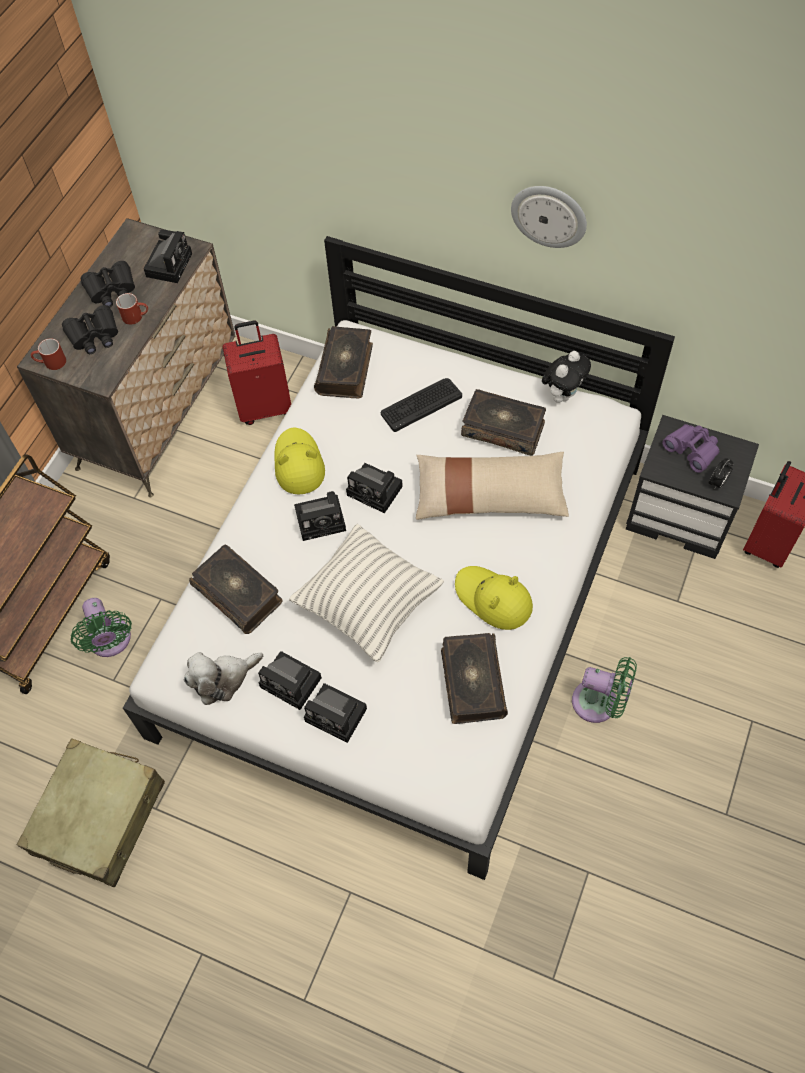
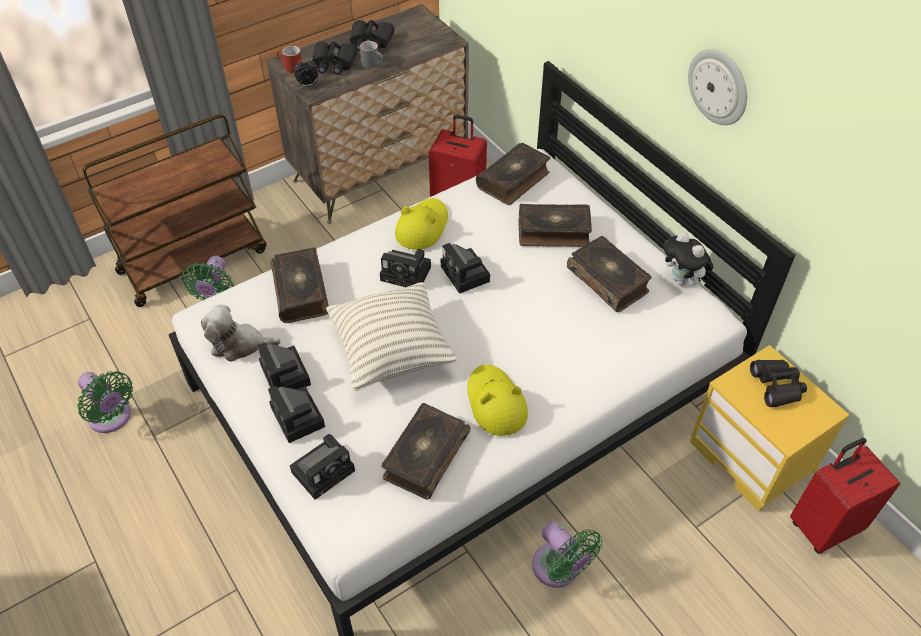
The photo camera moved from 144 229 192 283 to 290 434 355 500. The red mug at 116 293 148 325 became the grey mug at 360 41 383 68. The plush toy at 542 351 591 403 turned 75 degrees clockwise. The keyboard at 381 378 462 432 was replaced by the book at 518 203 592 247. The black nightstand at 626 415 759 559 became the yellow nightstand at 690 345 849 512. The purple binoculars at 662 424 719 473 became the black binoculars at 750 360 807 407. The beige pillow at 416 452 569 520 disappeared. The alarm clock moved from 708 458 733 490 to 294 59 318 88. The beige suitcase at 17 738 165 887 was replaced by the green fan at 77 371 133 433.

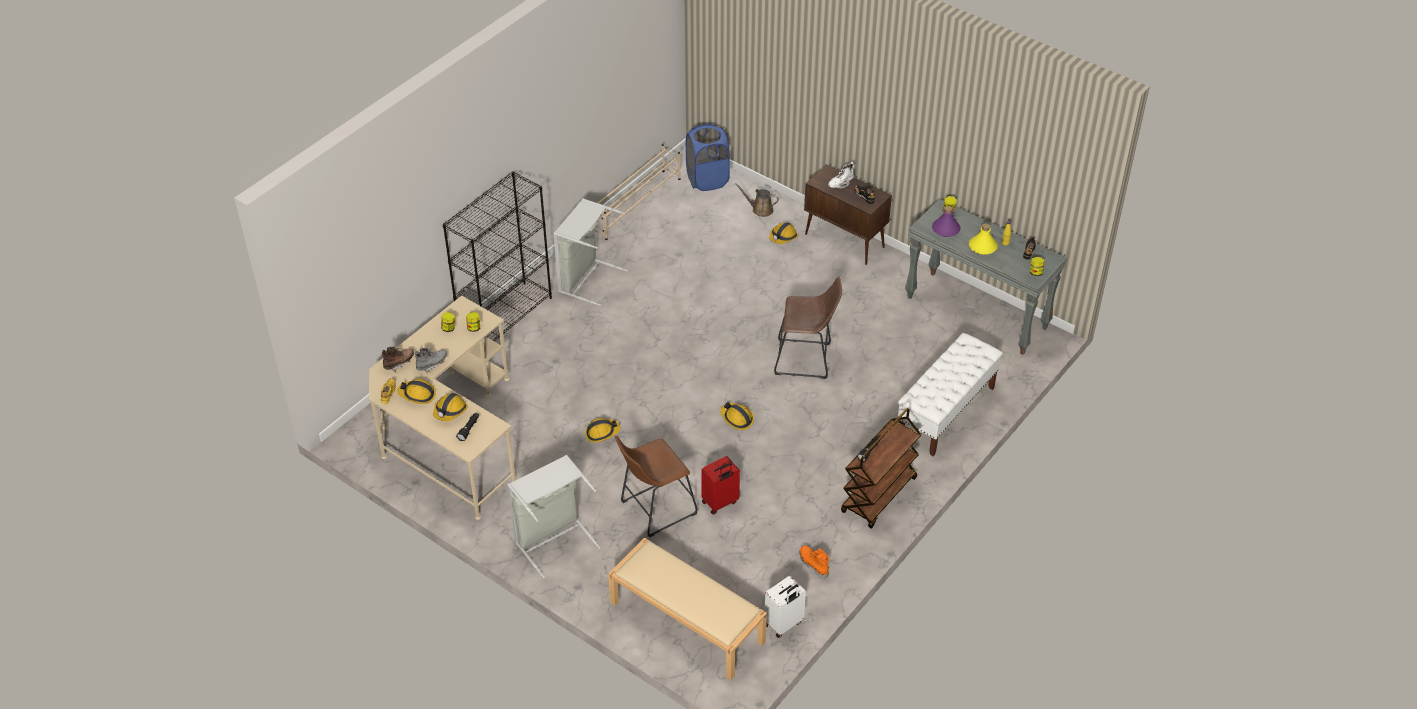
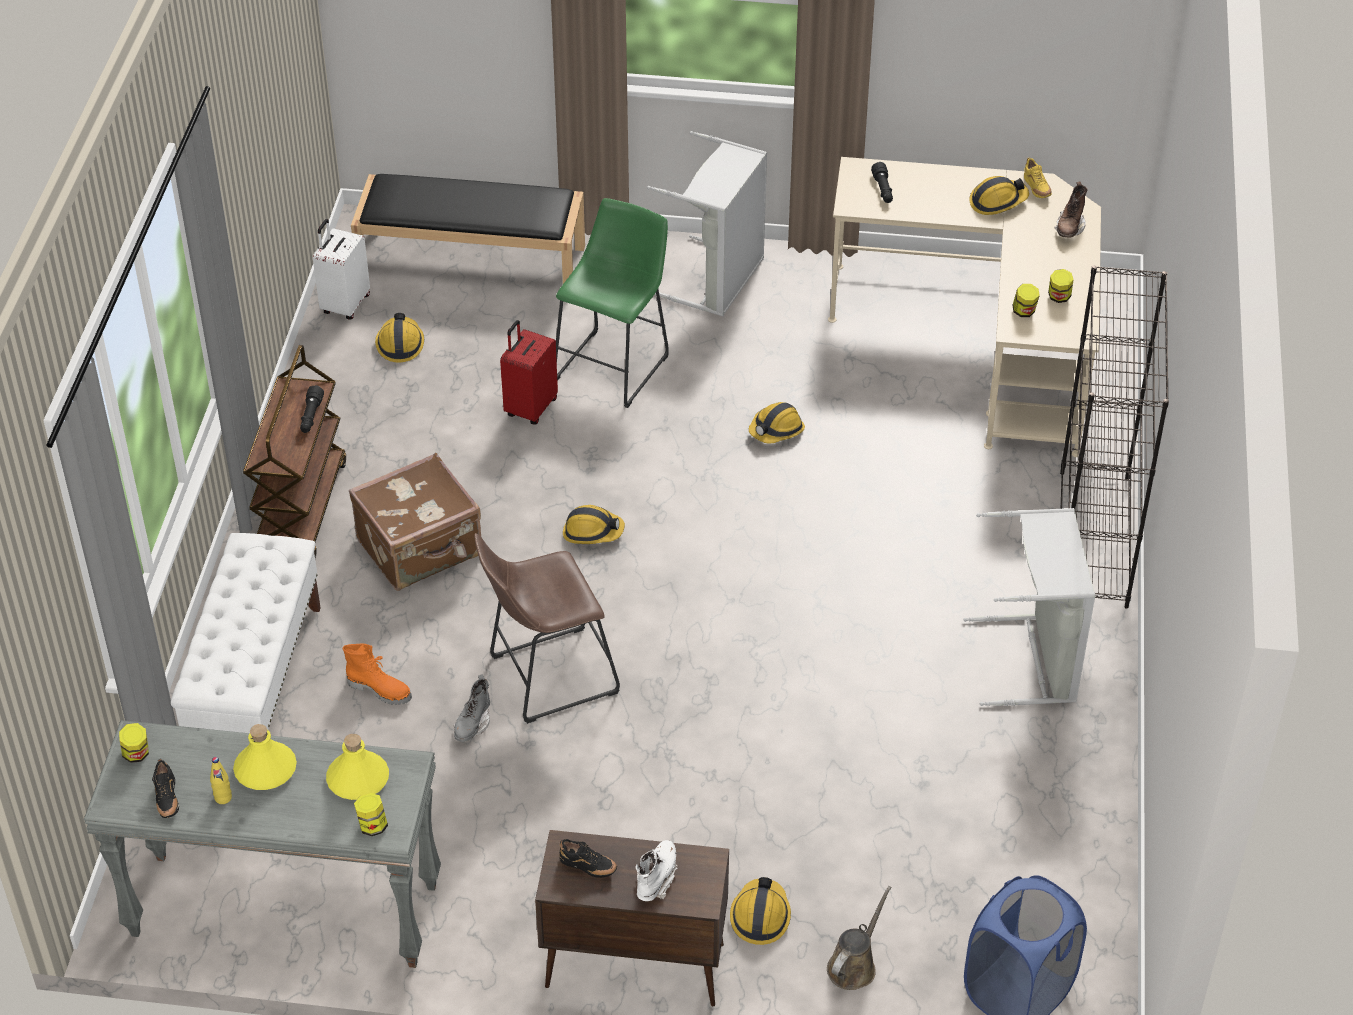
The beige shoe rack at 594 144 681 240 disappeared. The brown watering can at 735 183 779 217 turned 45 degrees counterclockwise. The purple bottle at 932 206 961 237 became the yellow bottle at 326 734 389 800. The grey boot moved from 415 348 447 373 to 453 674 490 742. The hard hat moved from 433 393 468 422 to 375 313 424 362. The brown stool at 615 436 697 537 became the green stool at 556 198 669 408. The beige bench at 608 537 767 680 became the black bench at 351 174 585 284. The orange boot moved from 800 545 829 579 to 343 644 412 705. The brown suitcase at 349 453 481 591 appeared.

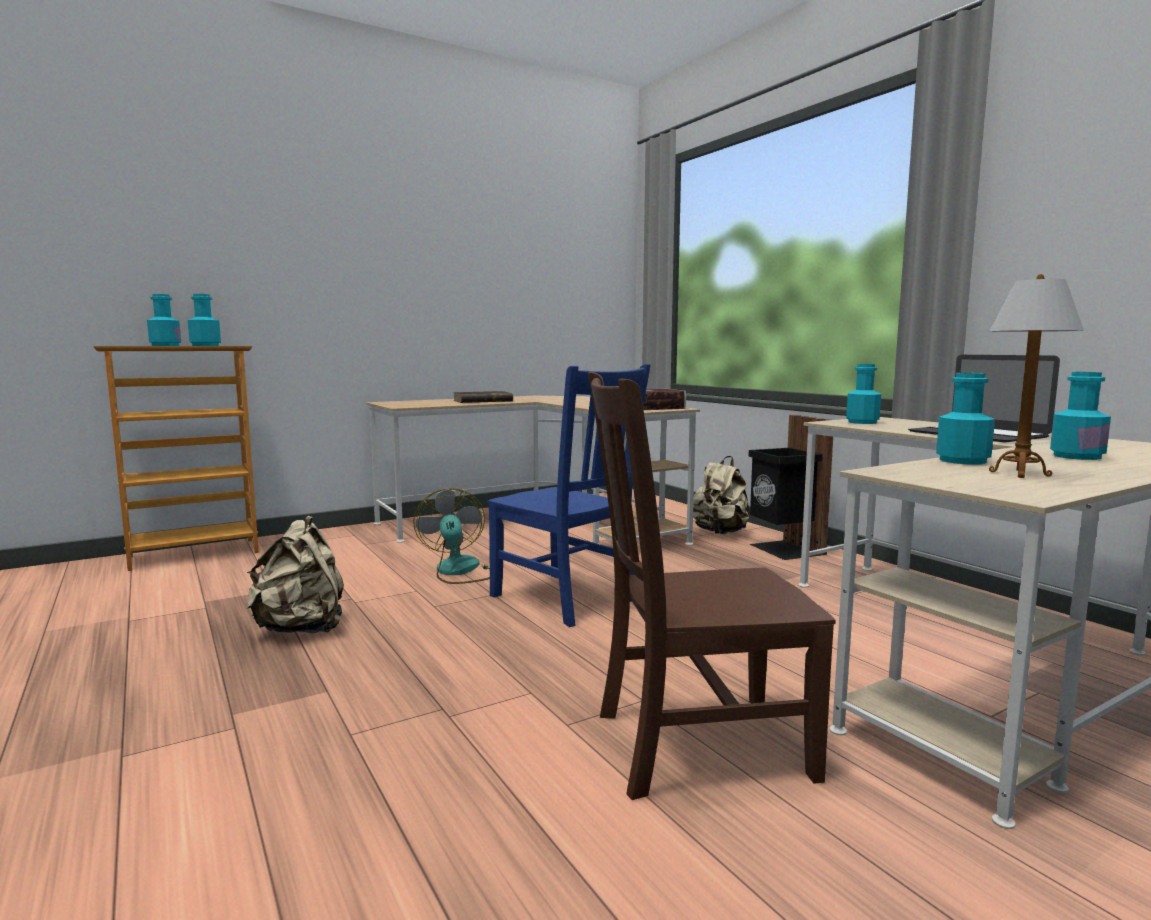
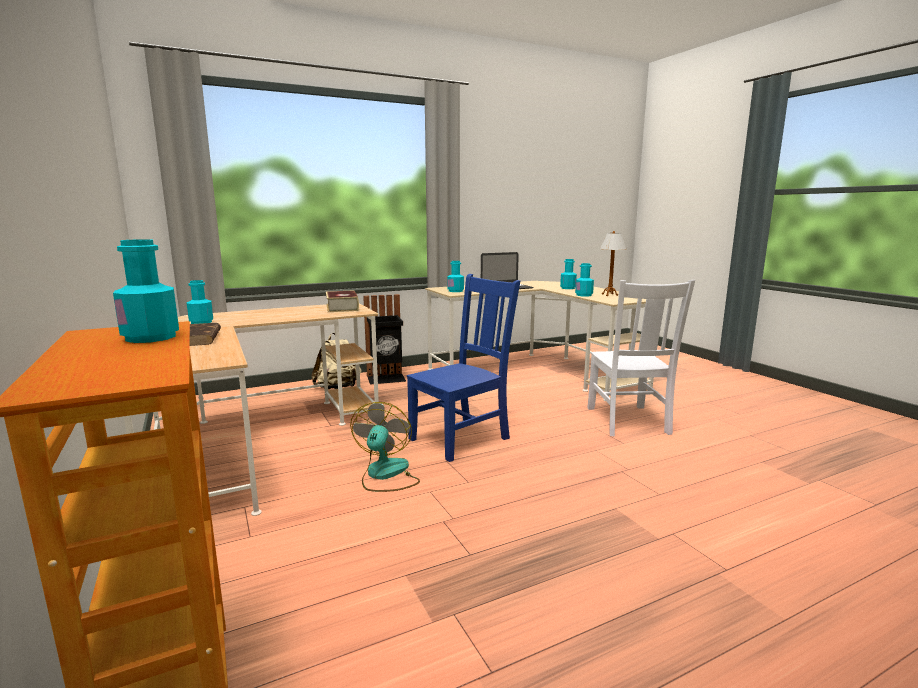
The turquoise bottle moved from 147 294 181 346 to 187 280 213 324. The brown chair at 588 372 836 800 became the white chair at 587 280 695 436. The fan at 413 488 490 584 turned 105 degrees clockwise. The beige backpack at 247 516 344 633 disappeared.

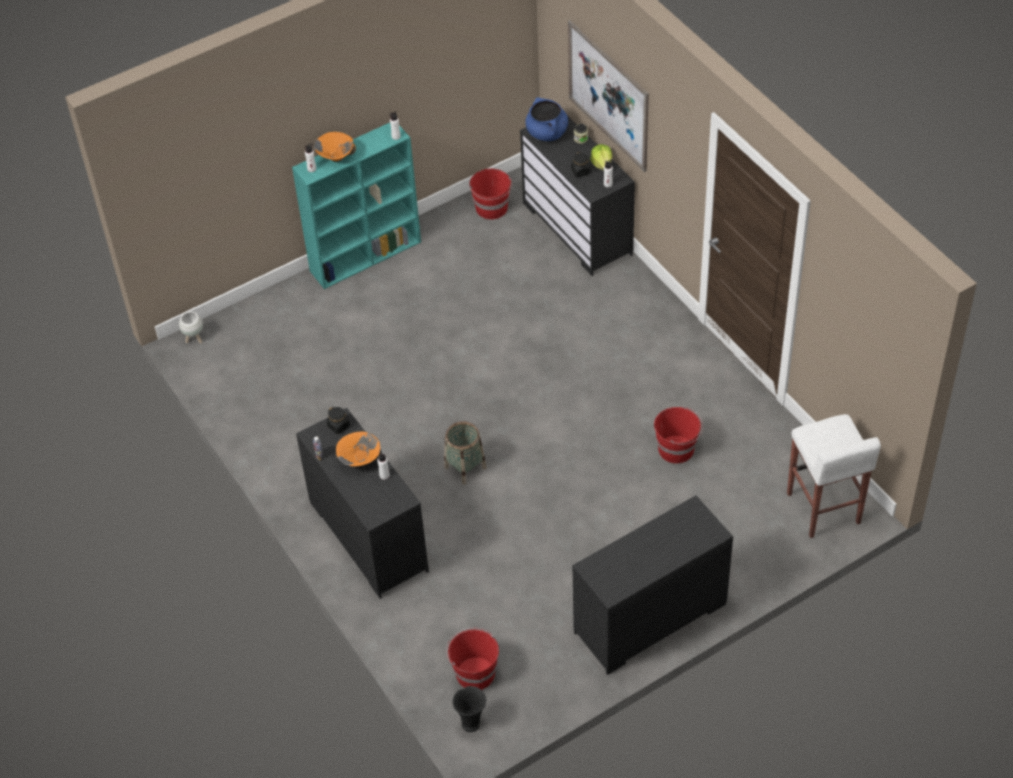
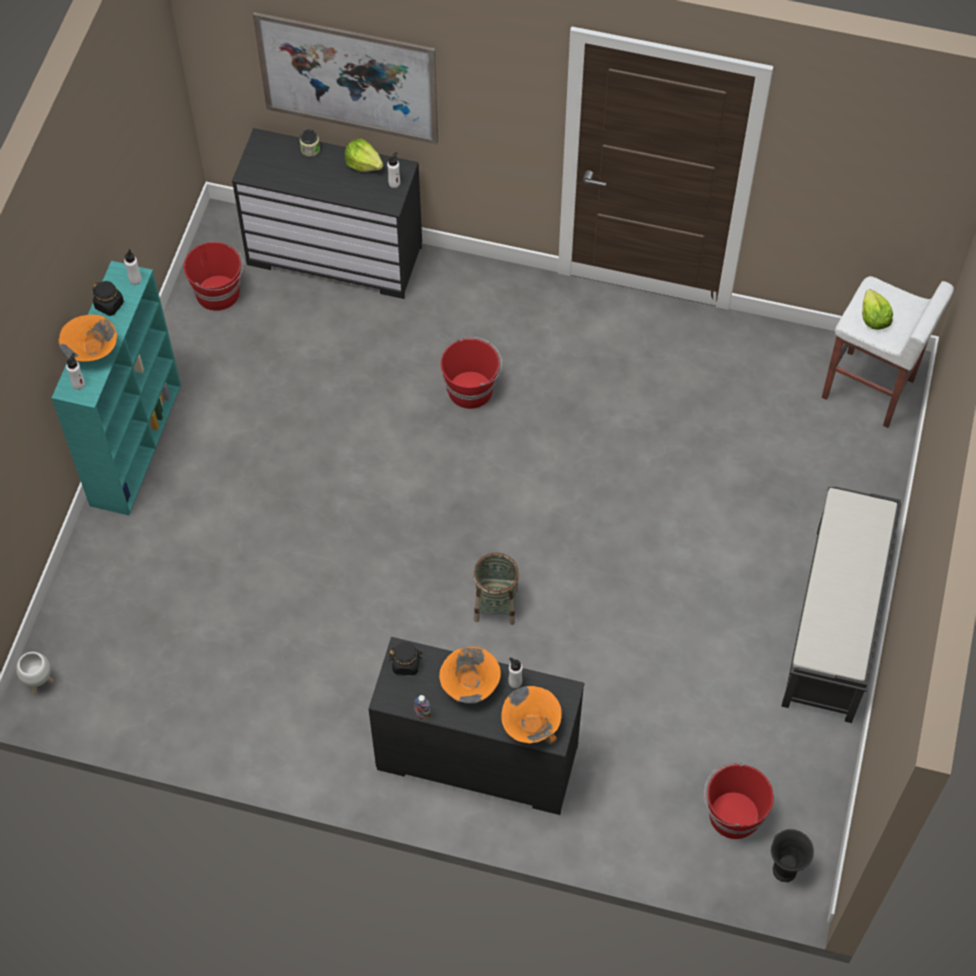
The blue cooking pot at 525 97 568 141 disappeared. The black jar moved from 571 152 591 177 to 93 281 124 316. The red bucket moved from 654 406 703 463 to 441 337 502 409. The black dresser at 572 496 733 675 was replaced by the black bench at 782 487 901 723. The lettuce at 862 289 893 330 appeared. The orange bowl at 501 686 562 744 appeared.

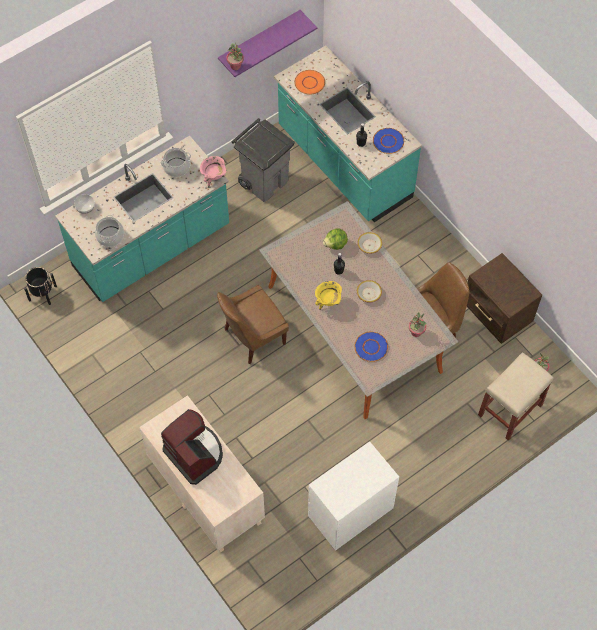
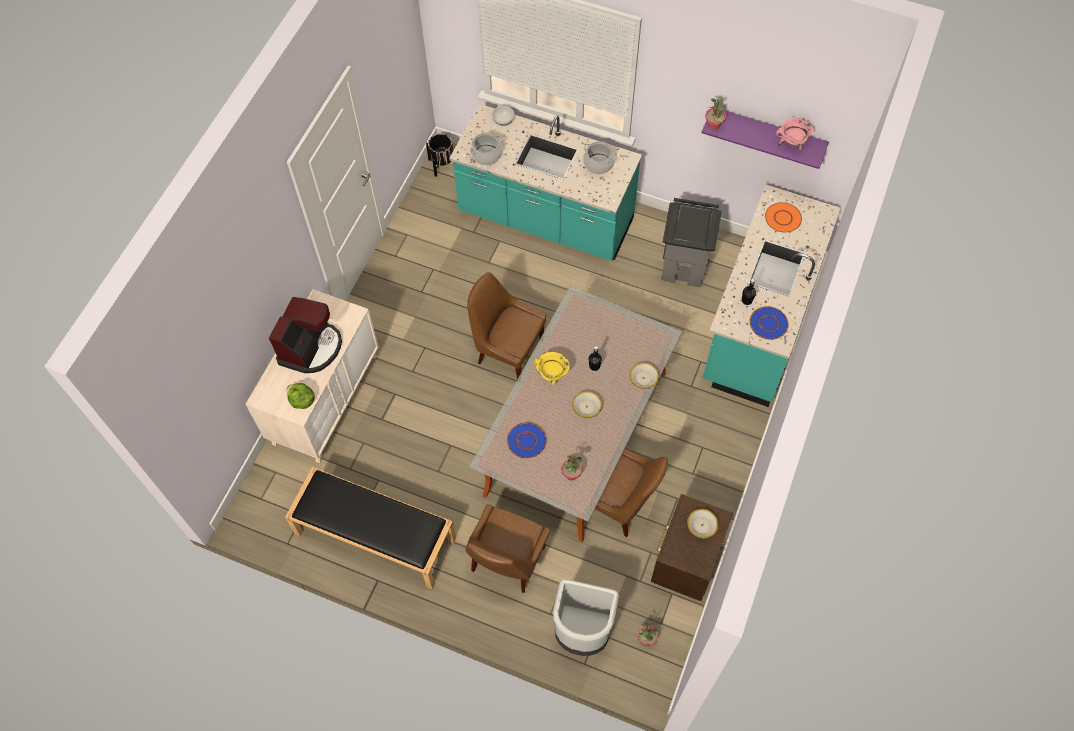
The pink cooking pot moved from 200 156 227 187 to 776 118 814 150. The lettuce moved from 323 228 348 250 to 287 383 315 409. The beige stool at 478 352 553 441 was replaced by the grey trash can at 553 579 619 656. The white dresser at 308 441 399 551 was replaced by the black bench at 285 467 456 589. The brown chair at 466 504 550 593 appeared. The bowl at 687 509 719 538 appeared.

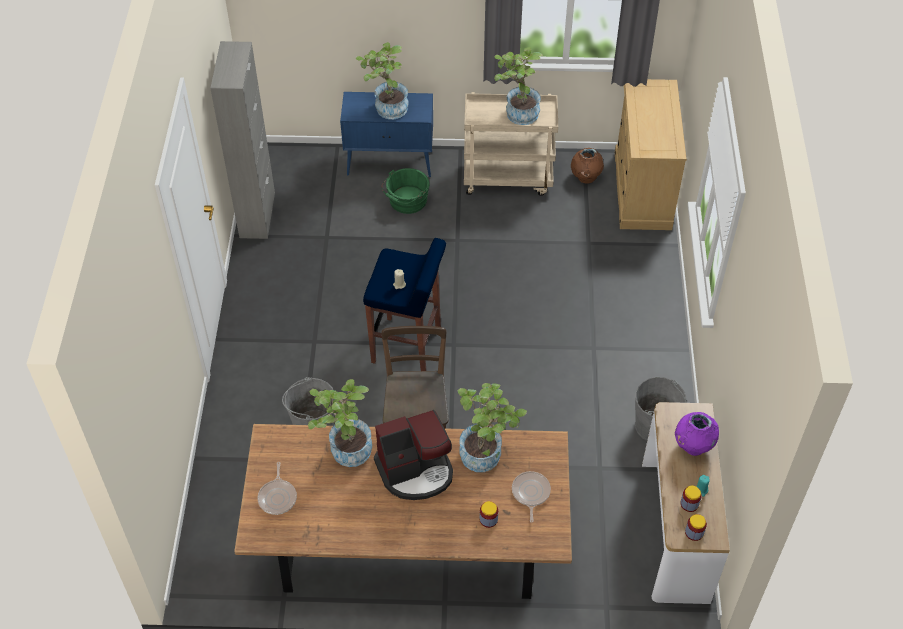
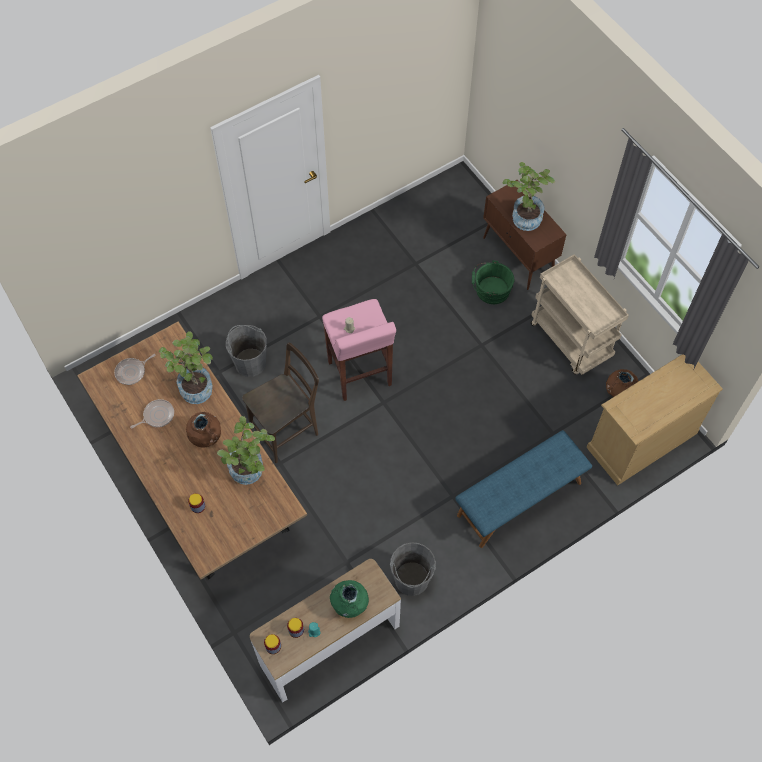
The grey cabinet at 210 41 275 239 disappeared. The potted plant at 494 47 543 125 disappeared. The blue cabinet at 340 92 433 177 became the brown cabinet at 483 180 566 290. The blue stool at 363 238 446 371 became the pink stool at 322 299 396 401. The coffee machine at 374 410 453 500 was replaced by the brown vase at 186 412 221 448. The purple vase at 675 412 719 456 became the green vase at 330 580 369 618. The frying pan moved from 512 471 551 523 to 131 399 174 429. The blue bench at 455 430 592 548 appeared.

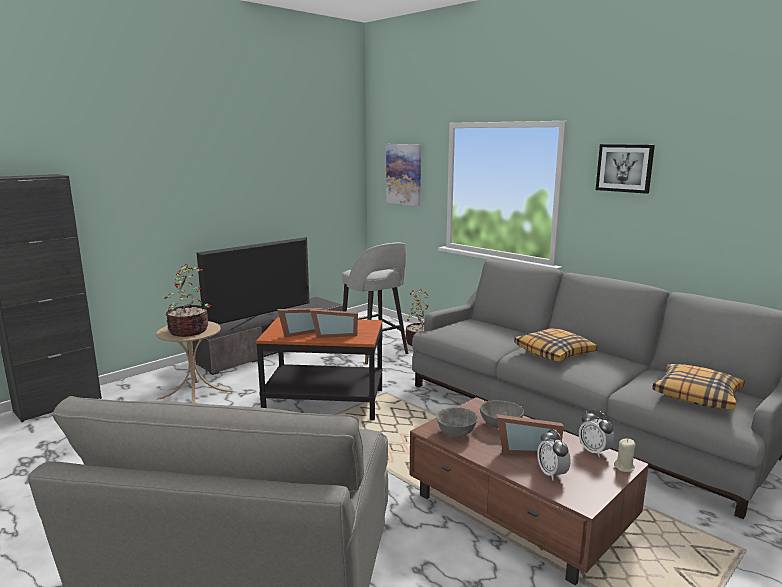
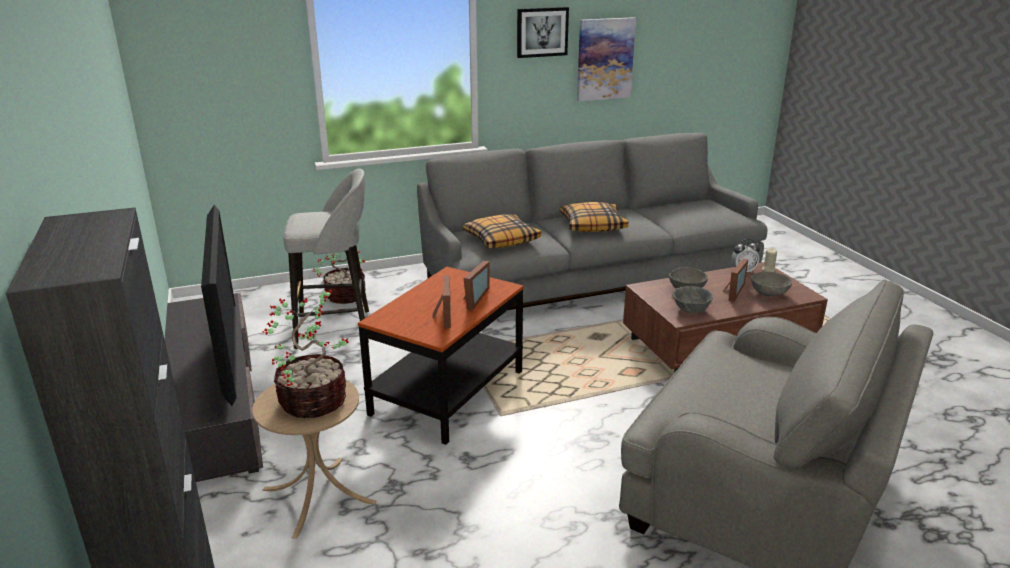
The picture moved from 386 144 421 206 to 577 17 636 101. The pillow moved from 652 364 744 409 to 463 214 541 248. The alarm clock at 537 429 571 480 was replaced by the grey bowl at 751 272 792 296.

